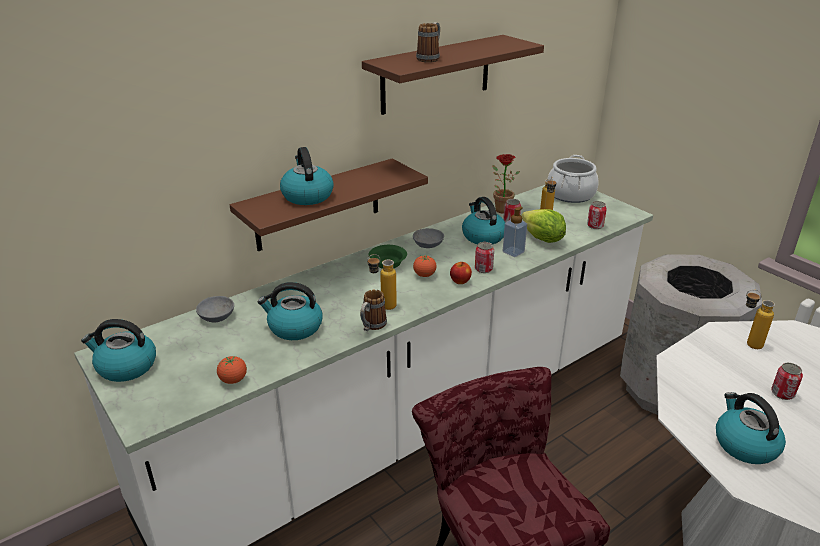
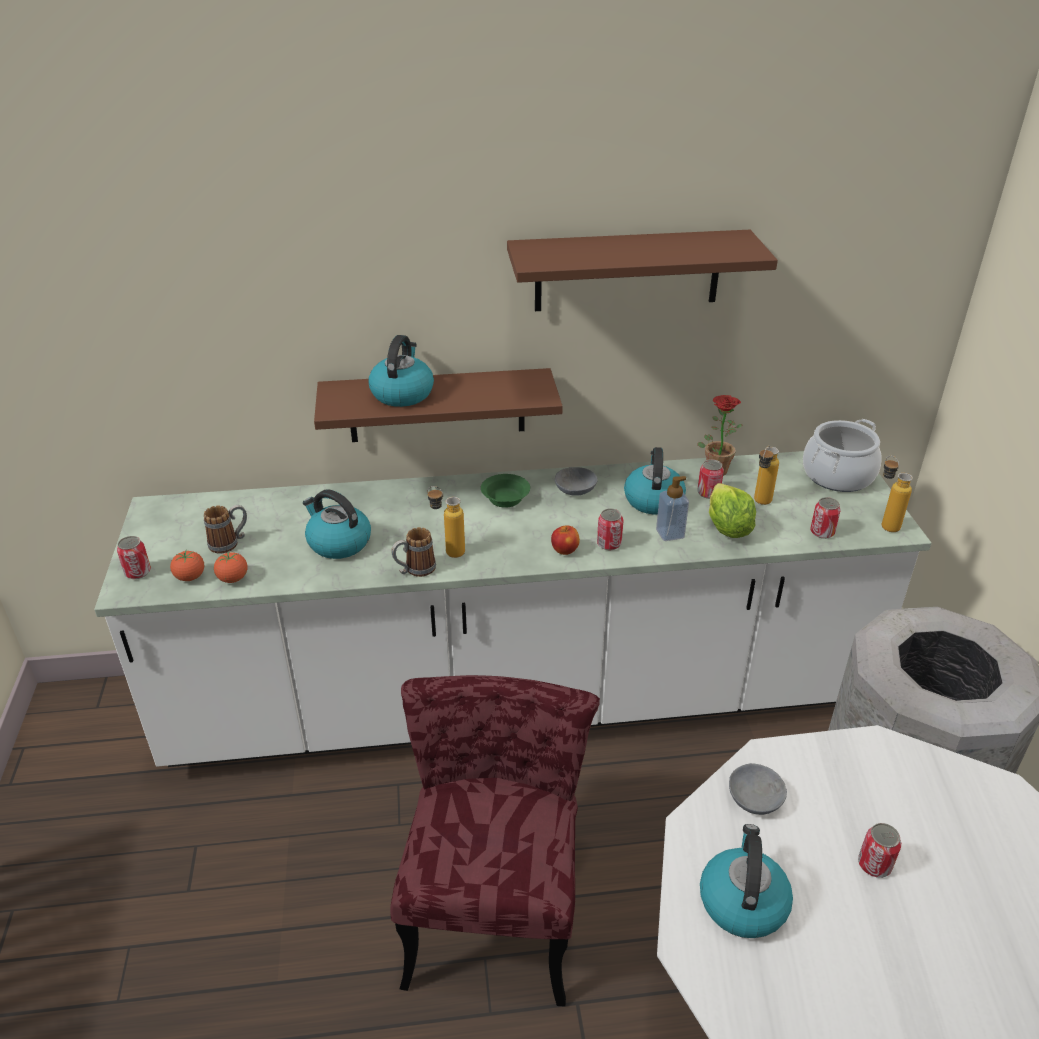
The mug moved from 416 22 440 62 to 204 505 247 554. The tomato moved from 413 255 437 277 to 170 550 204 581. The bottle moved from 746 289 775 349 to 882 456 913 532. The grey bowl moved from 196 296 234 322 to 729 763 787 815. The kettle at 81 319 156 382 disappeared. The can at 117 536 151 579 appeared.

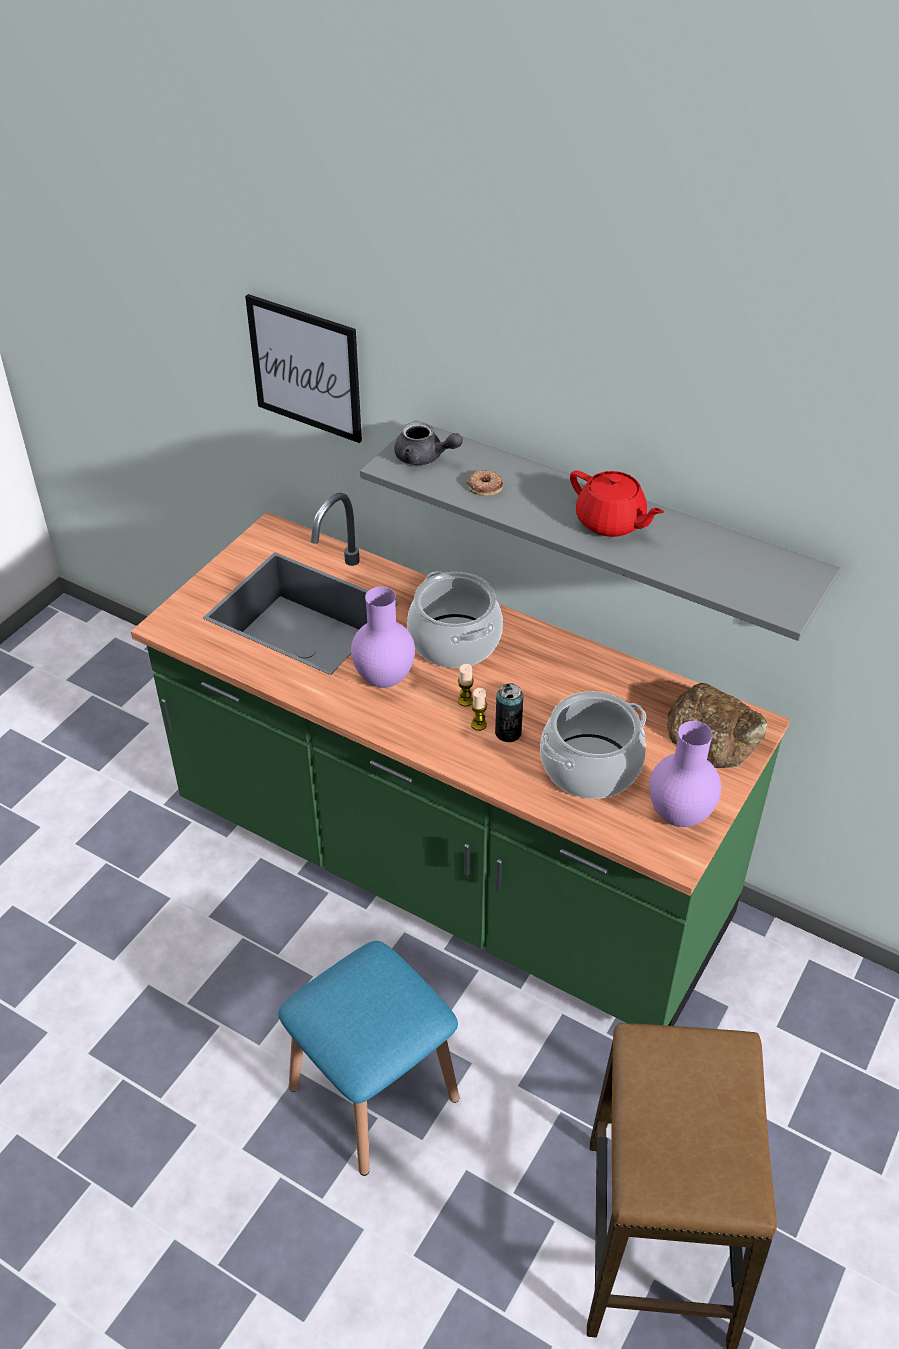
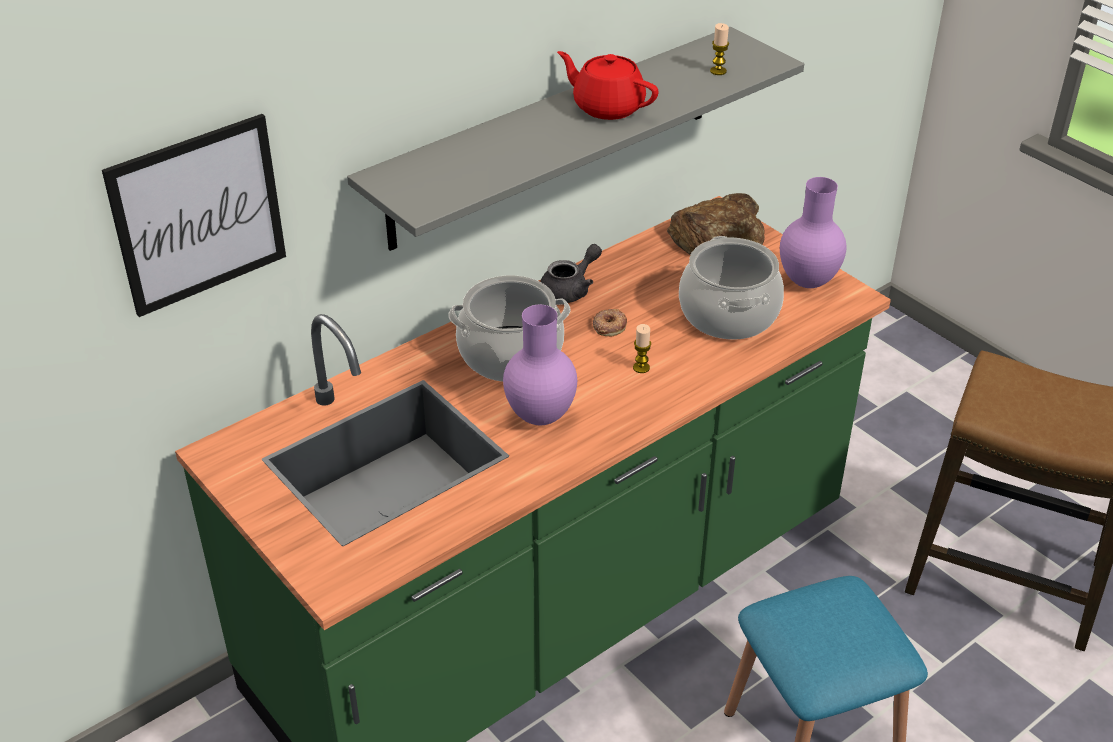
The grey teapot moved from 394 422 463 465 to 540 244 602 303. The donut moved from 467 470 503 496 to 593 309 627 336. The red teapot at 570 470 664 537 turned 120 degrees counterclockwise. The candle moved from 458 664 474 707 to 710 23 729 75. The can at 495 683 523 742 disappeared.

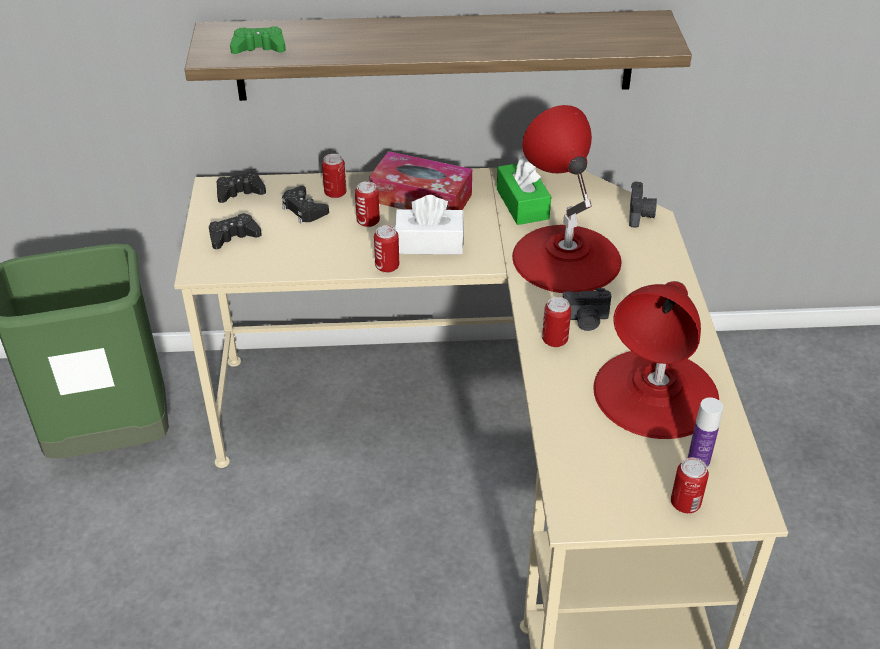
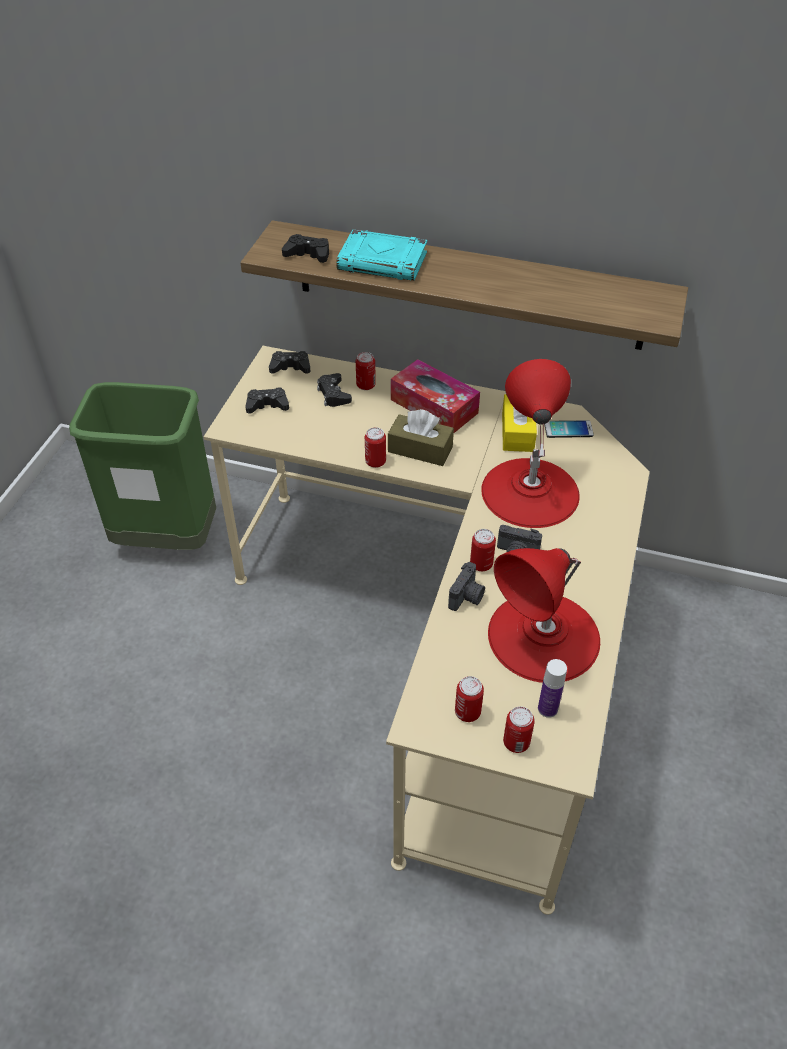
The green game controller at 230 26 286 54 became the black game controller at 282 234 329 263. The green tissue box at 497 155 551 225 became the yellow tissue box at 502 394 537 452. The can moved from 355 181 380 227 to 455 676 484 722. The photo camera moved from 629 182 657 228 to 448 562 485 611. The white tissue box at 395 195 464 254 became the brown tissue box at 388 409 454 466. The turquoise book at 336 229 427 281 appeared. The phone at 544 420 594 438 appeared.

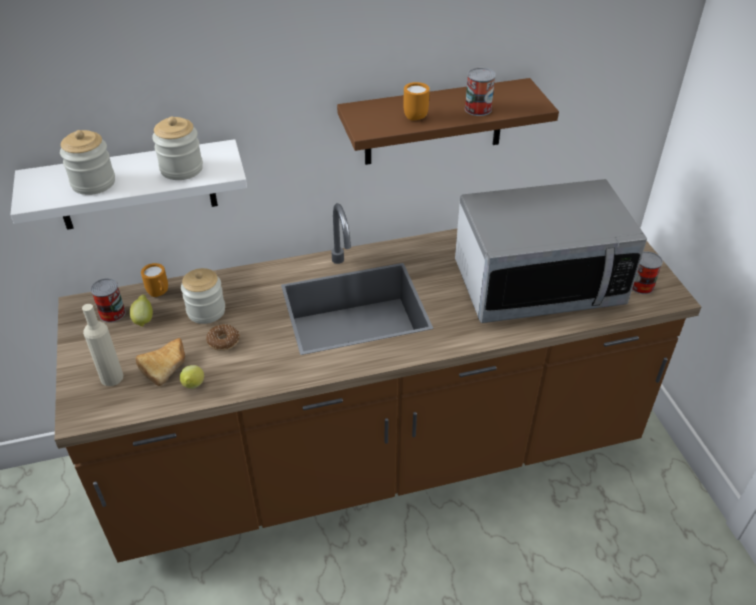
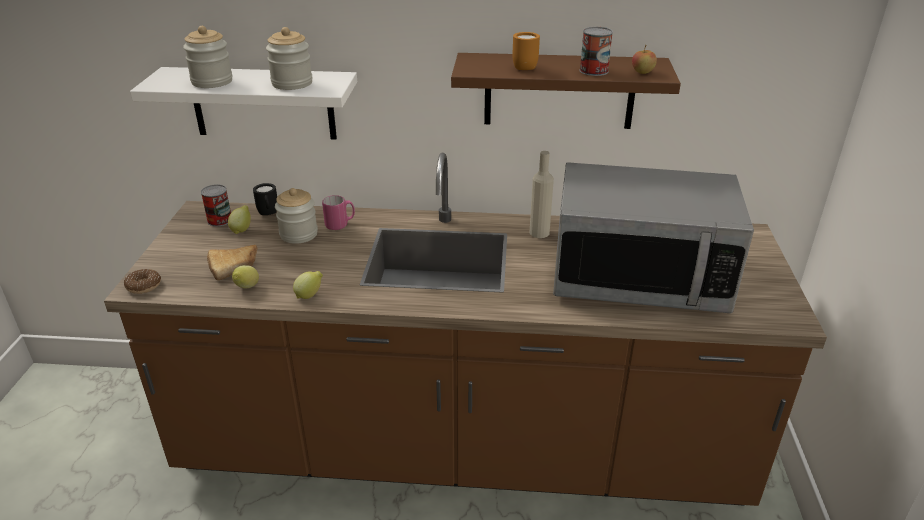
The can at 632 251 663 294 disappeared. The orange mug at 141 263 168 297 became the black mug at 253 183 277 215. The beige bottle moved from 82 304 123 386 to 529 151 554 238. The donut moved from 206 324 240 351 to 124 269 161 294. The apple at 632 45 657 74 appeared. The pink mug at 322 195 355 230 appeared. The lemon at 293 271 323 299 appeared.

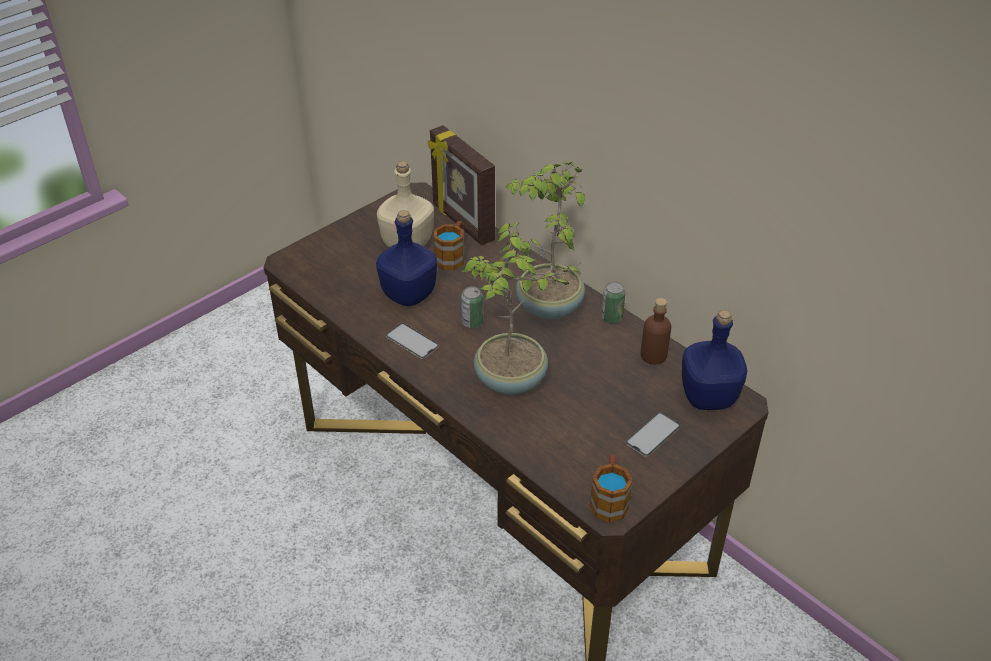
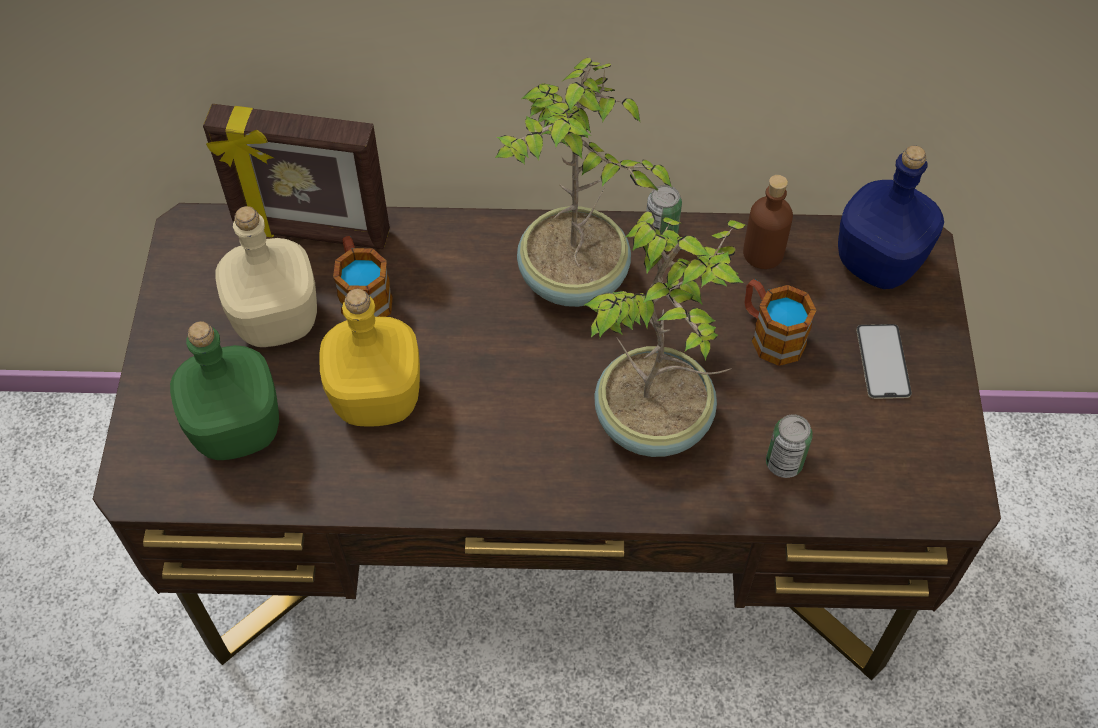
The blue bottle at 376 210 437 306 became the yellow bottle at 319 289 420 427. The can moved from 461 286 483 328 to 766 414 813 478. The phone at 386 323 439 359 disappeared. The mug moved from 590 455 633 523 to 745 279 817 366. The green bottle at 170 321 279 460 appeared.

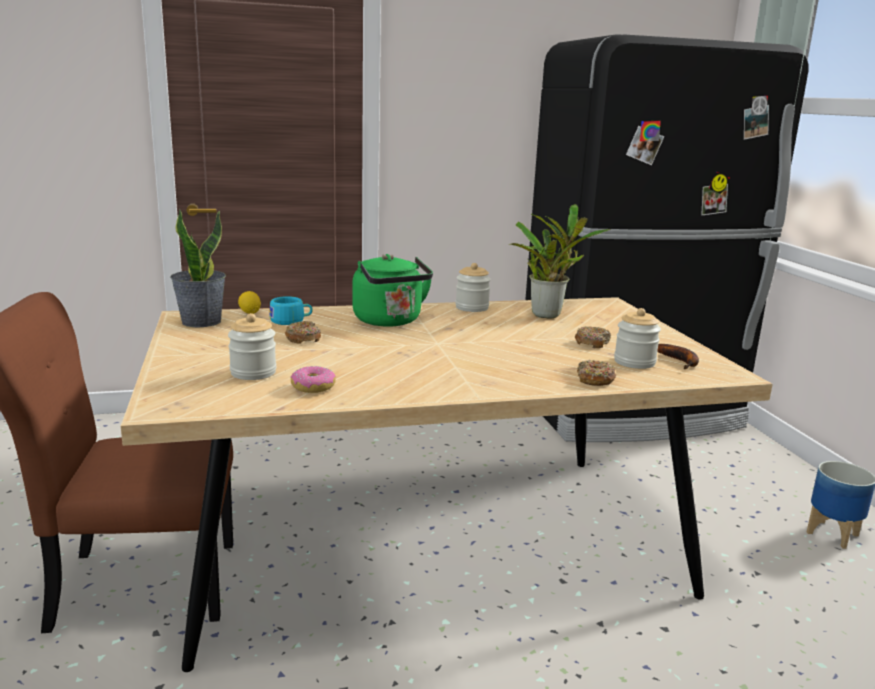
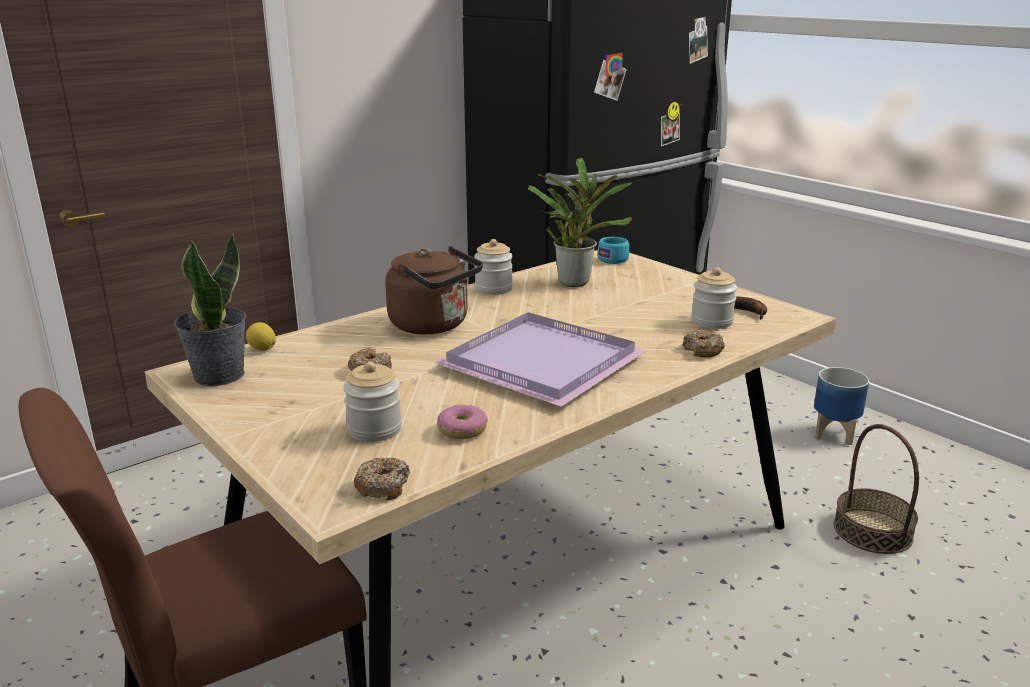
The green kettle at 352 254 433 327 became the brown kettle at 385 246 483 334. The turquoise cup moved from 269 296 313 325 to 597 237 629 264. The donut moved from 575 326 611 348 to 354 457 410 500. The purple tray at 433 312 647 407 appeared. The basket at 834 424 919 554 appeared.

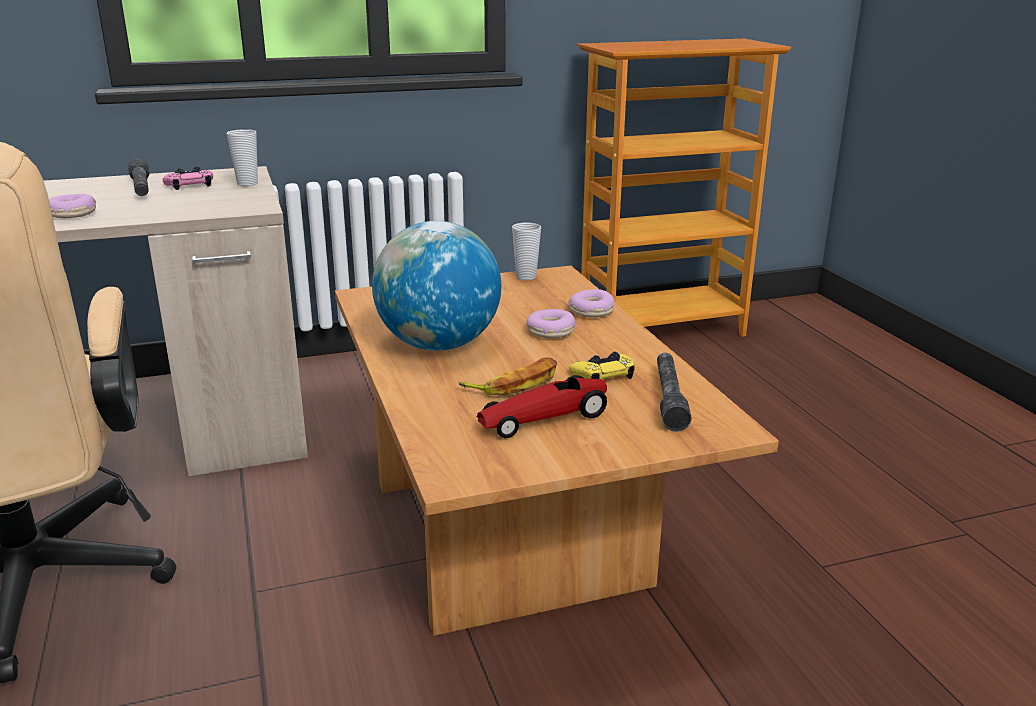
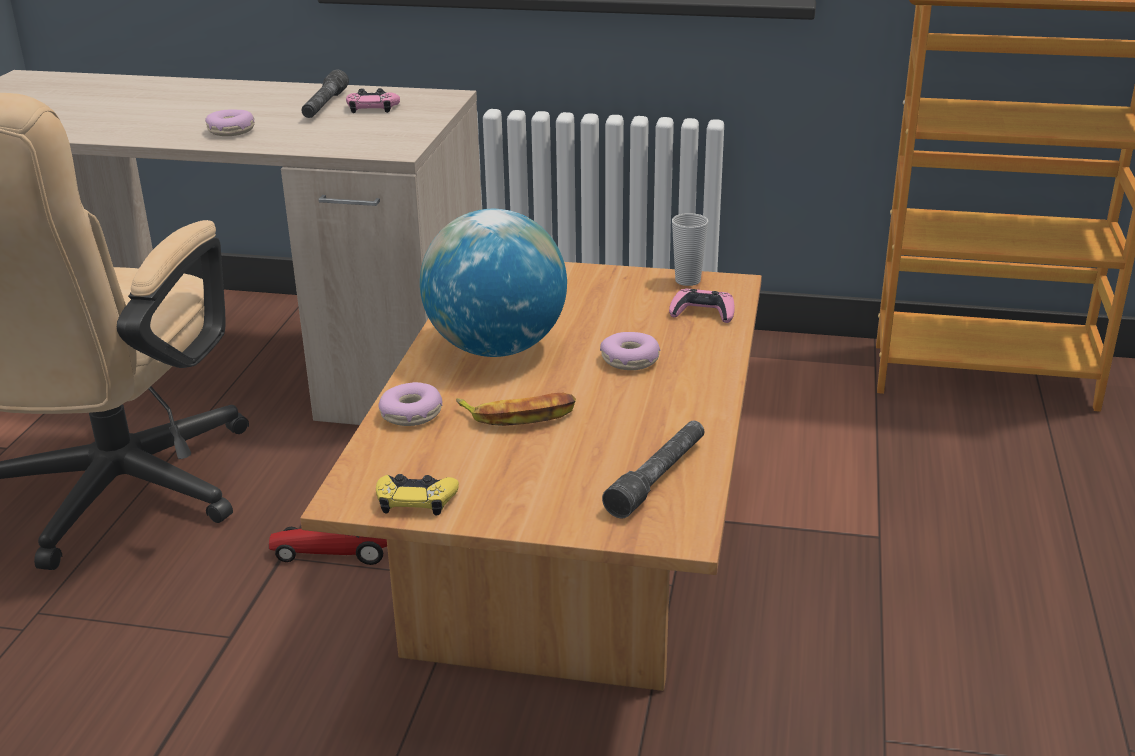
The cup at 227 129 258 186 disappeared. The donut moved from 568 289 615 318 to 379 382 442 426. The yellow game controller moved from 569 352 635 380 to 376 474 459 515. The toy car moved from 477 375 607 438 to 269 527 387 565. The pink game controller at 669 288 735 323 appeared.

